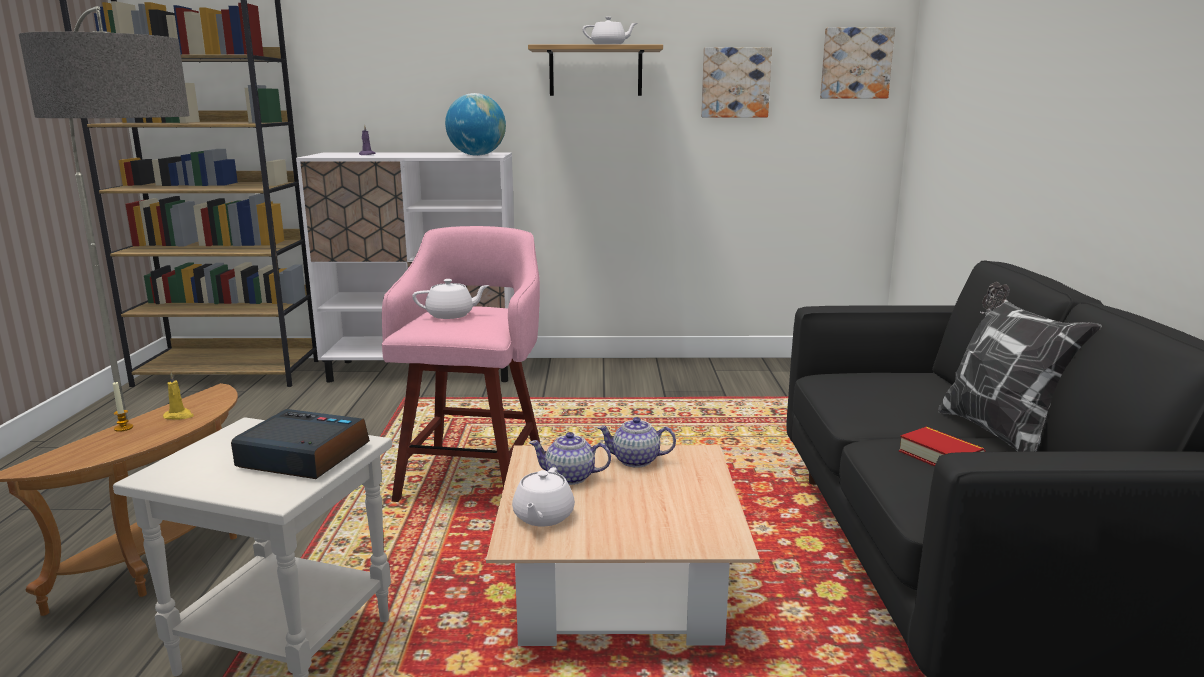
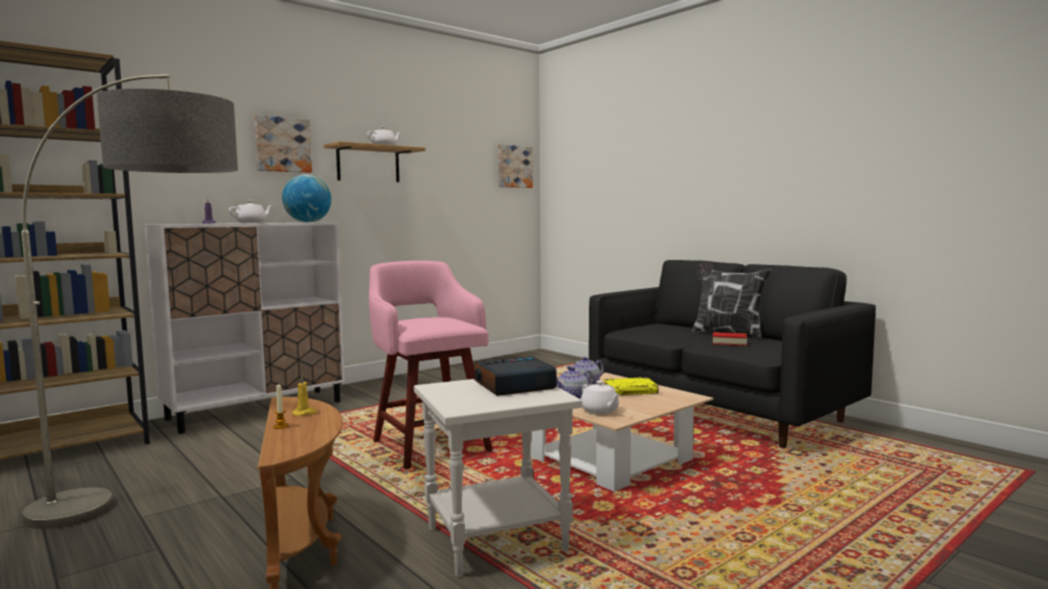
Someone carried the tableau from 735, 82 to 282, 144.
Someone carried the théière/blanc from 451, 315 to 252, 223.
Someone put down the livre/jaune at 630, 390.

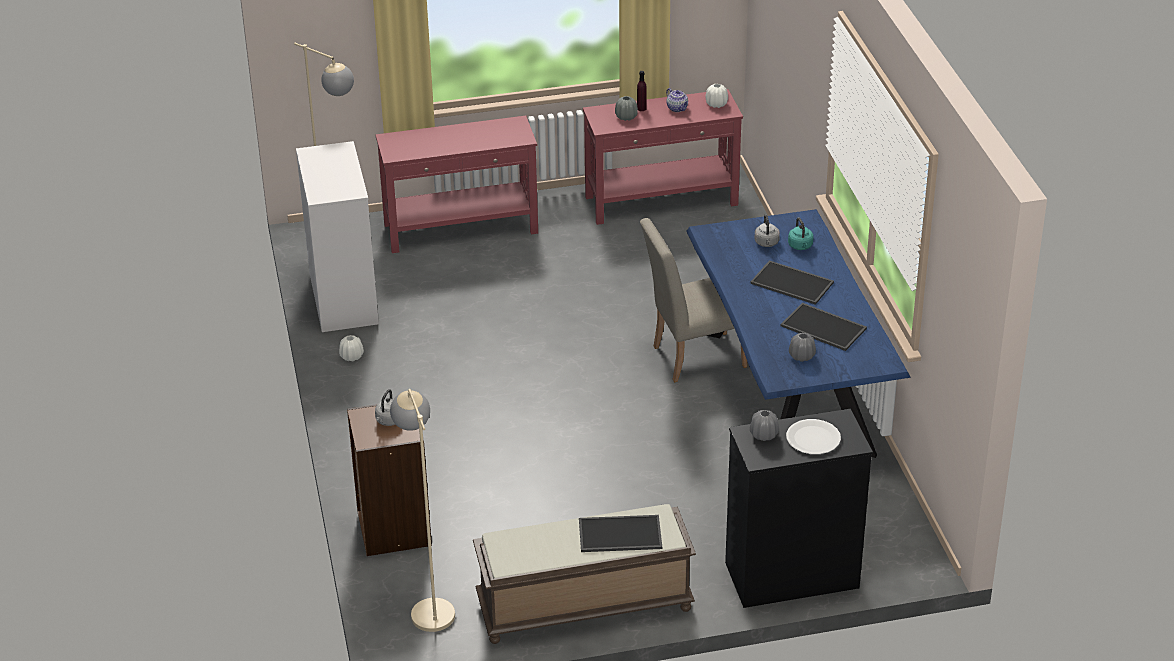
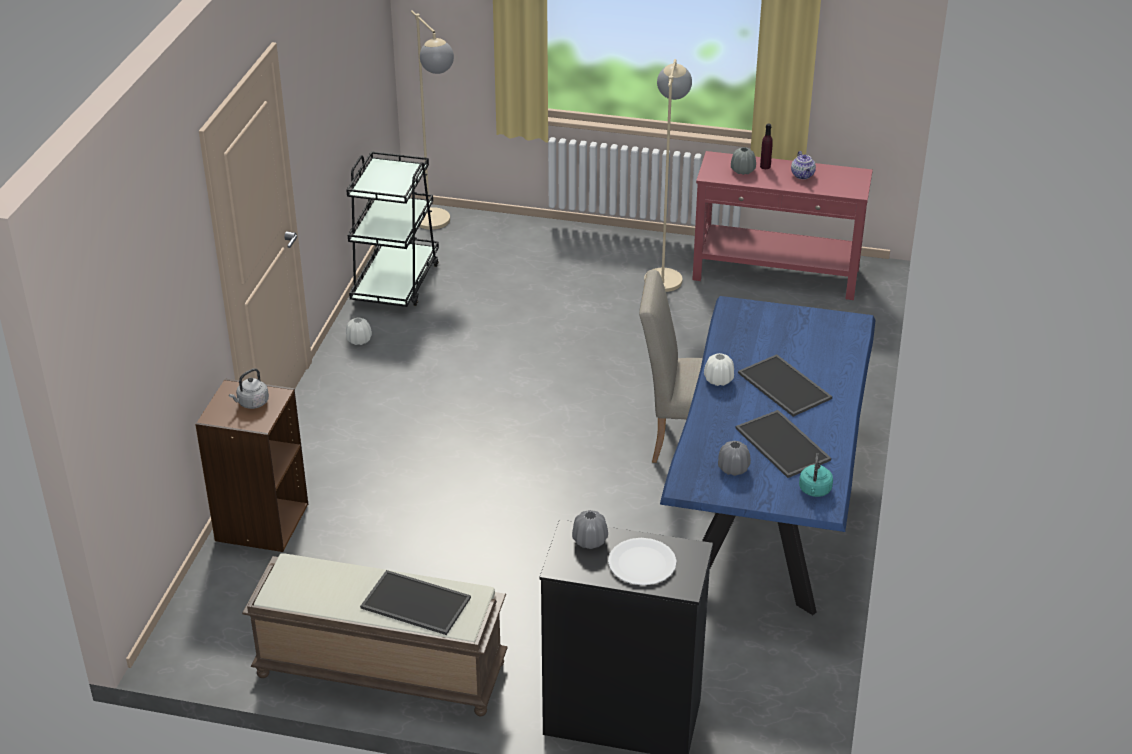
Someone carried the vase/blanc from 716, 104 to 718, 380.
Someone took away the table console/rouge at 462, 229.
Someone swapped the commode/blanc at 343, 298 for the chariot/noir at 396, 283.
Someone took away the bouilloire/gris at 766, 243.
Someone carried the bouilloire/turquoise from 800, 246 to 814, 491.
Someone carried the lampadaire/beige from 429, 605 to 664, 273.

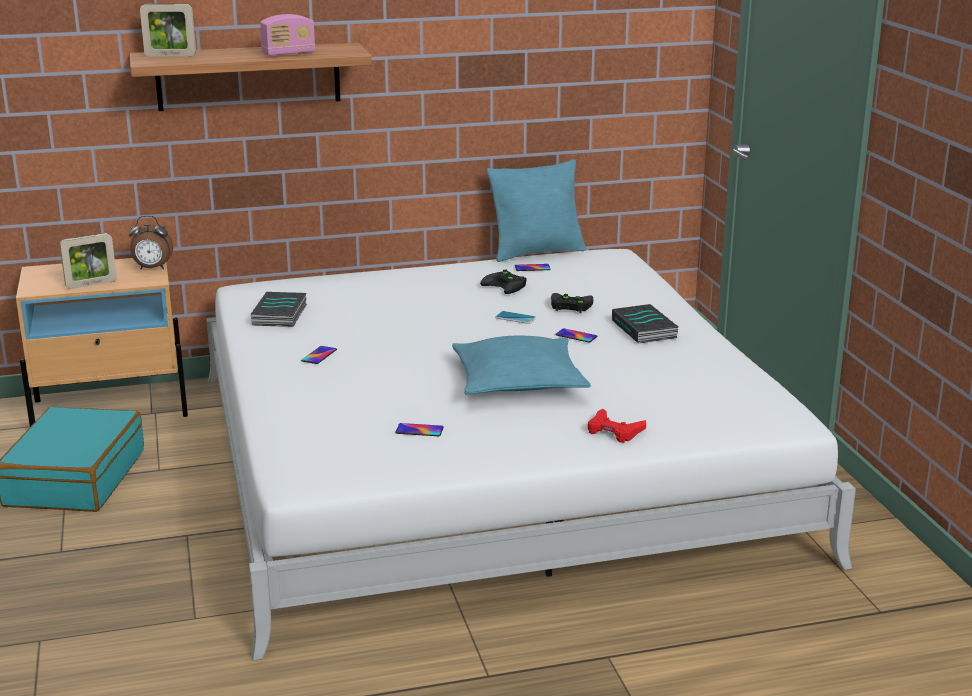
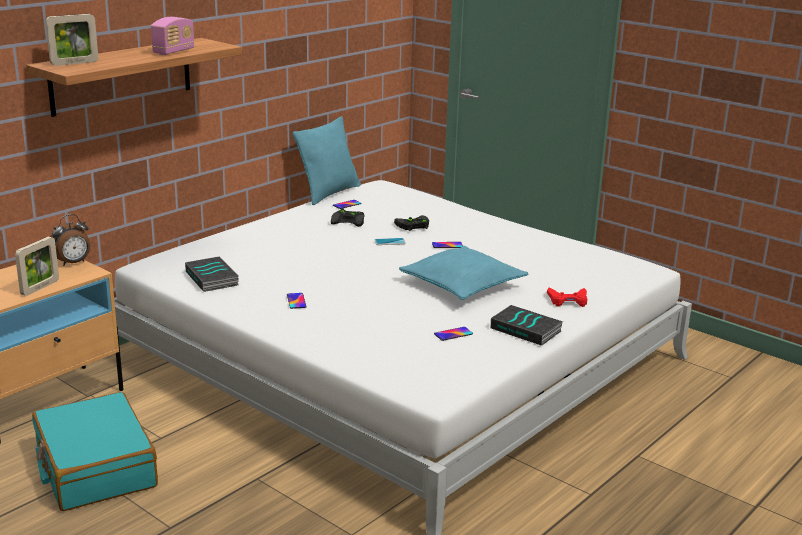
Someone carried the livre from 645, 329 to 527, 330.

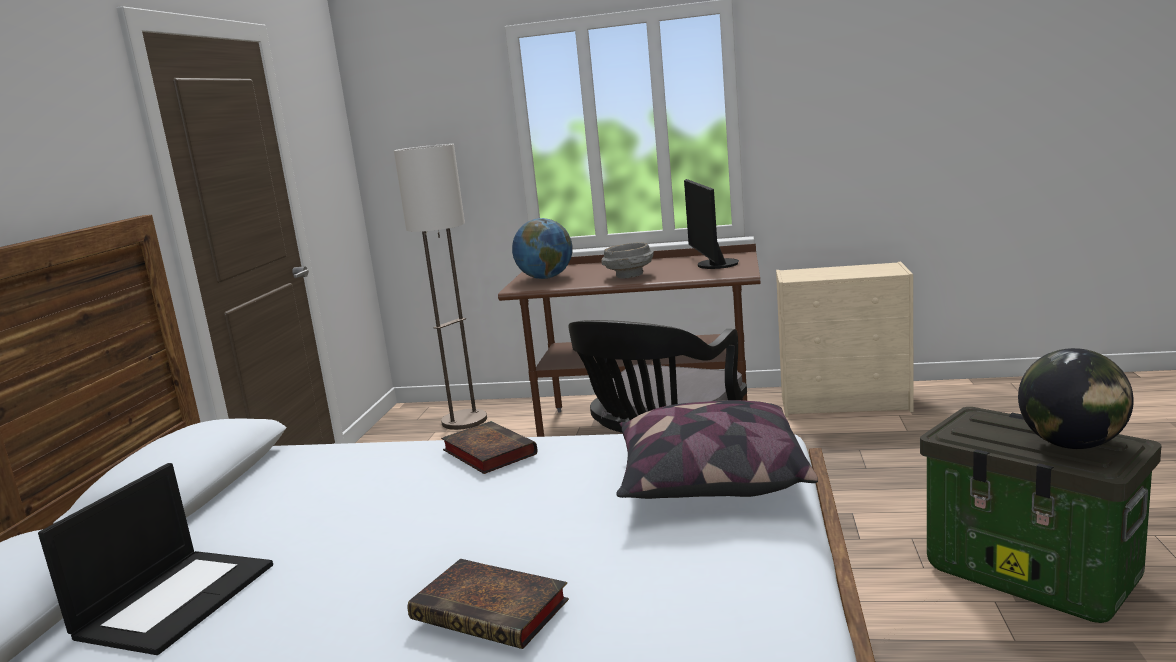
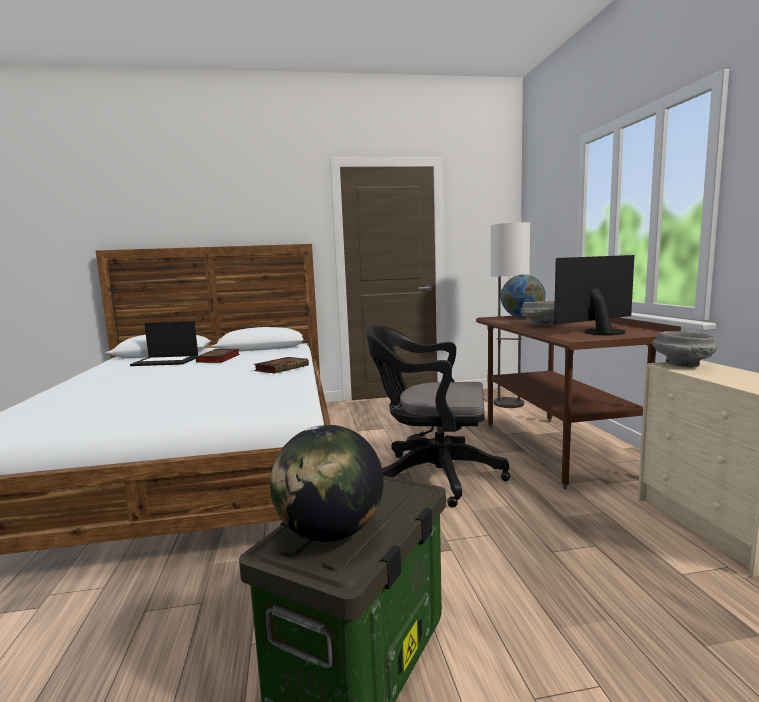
Someone took away the coussin at 709, 481.
Someone carried the livre from 494, 610 to 218, 359.
Someone put down the bol/gris at 681, 365.

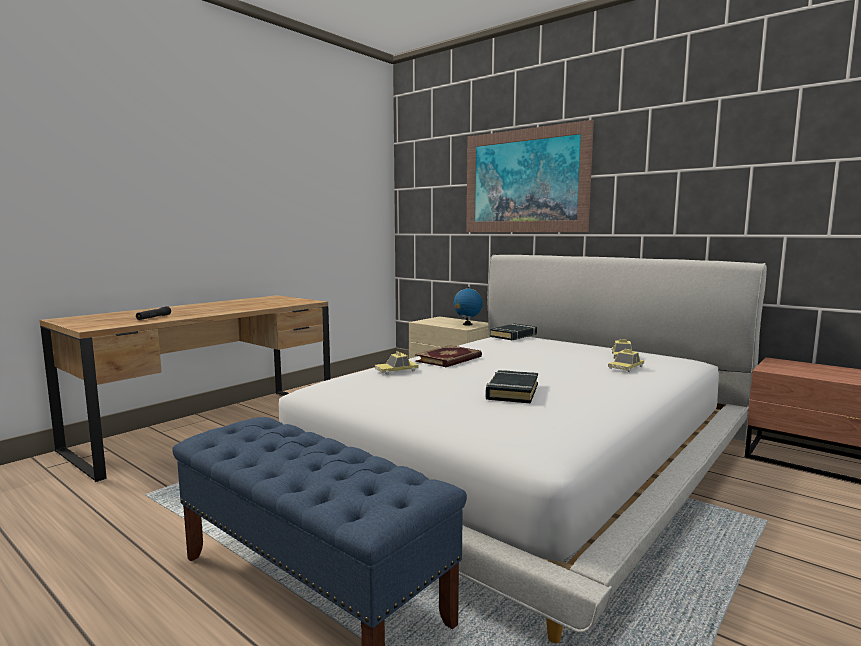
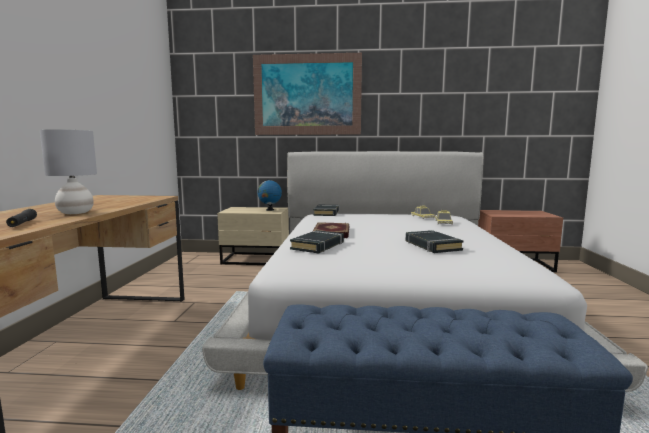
Someone swapped the petite voiture at 396, 370 for the livre/noir at 318, 246.
Someone put down the lampe de table/gris at 76, 212.

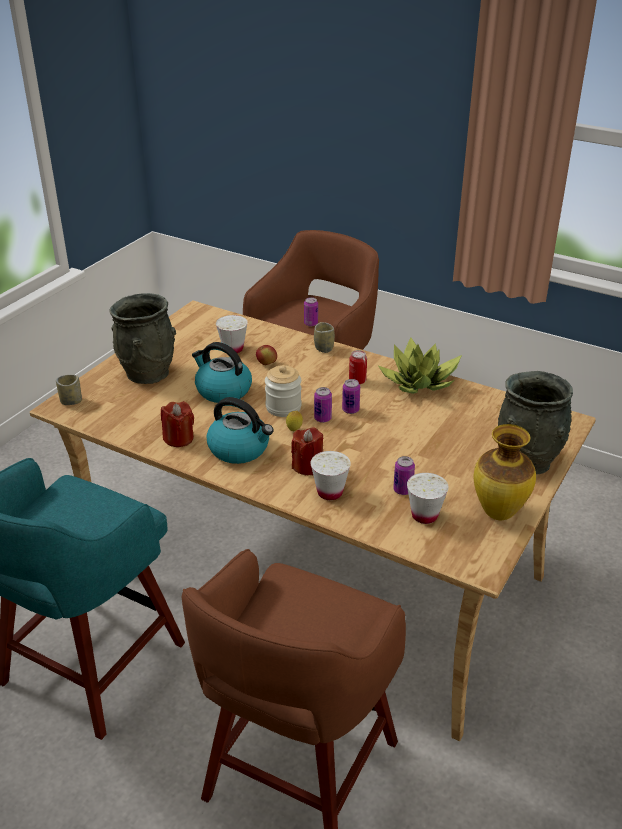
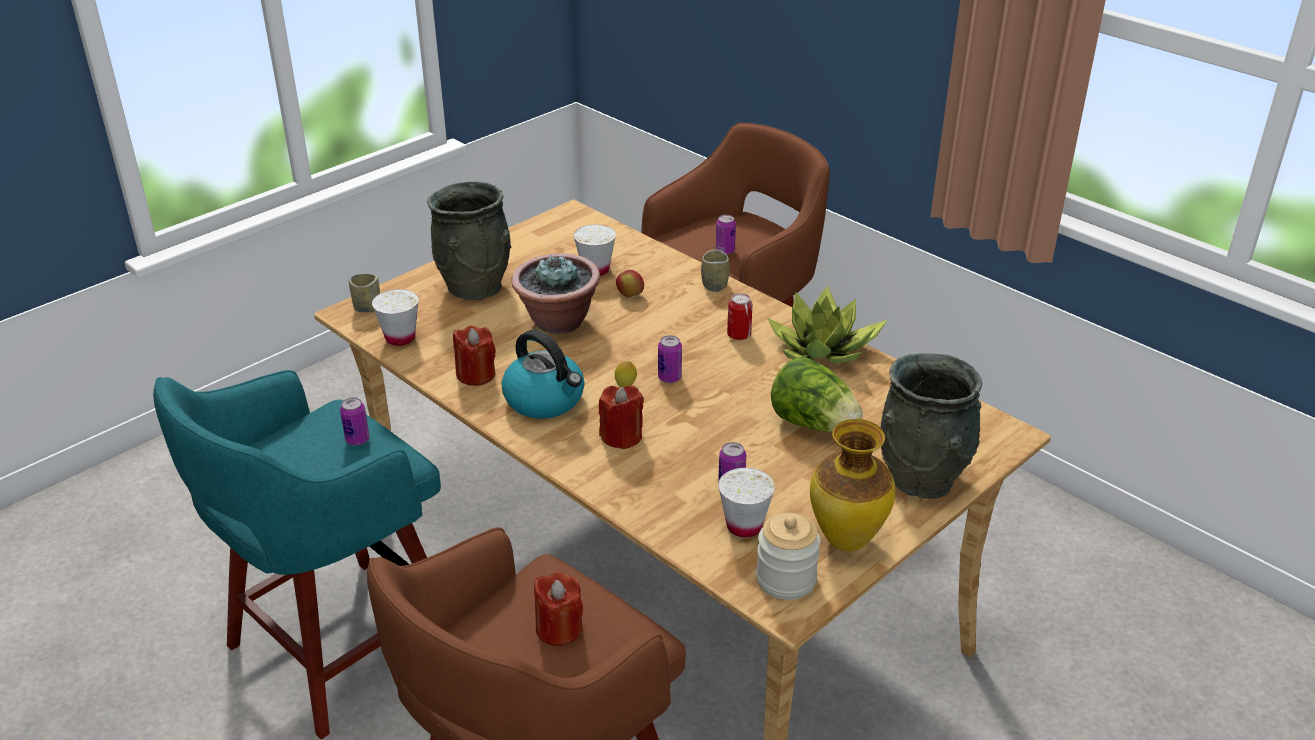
Someone swapped the bouilloire at 222, 390 for the plante en pot at 558, 322.
Someone carried the bocal from 283, 407 to 786, 579.
Someone carried the boîte métallique from 350, 410 to 357, 439.
Someone carried the tasse/blanc from 330, 492 to 400, 338.
Someone put down the laitue at 814, 424.
Someone put down the bougie/rouge at 559, 629.

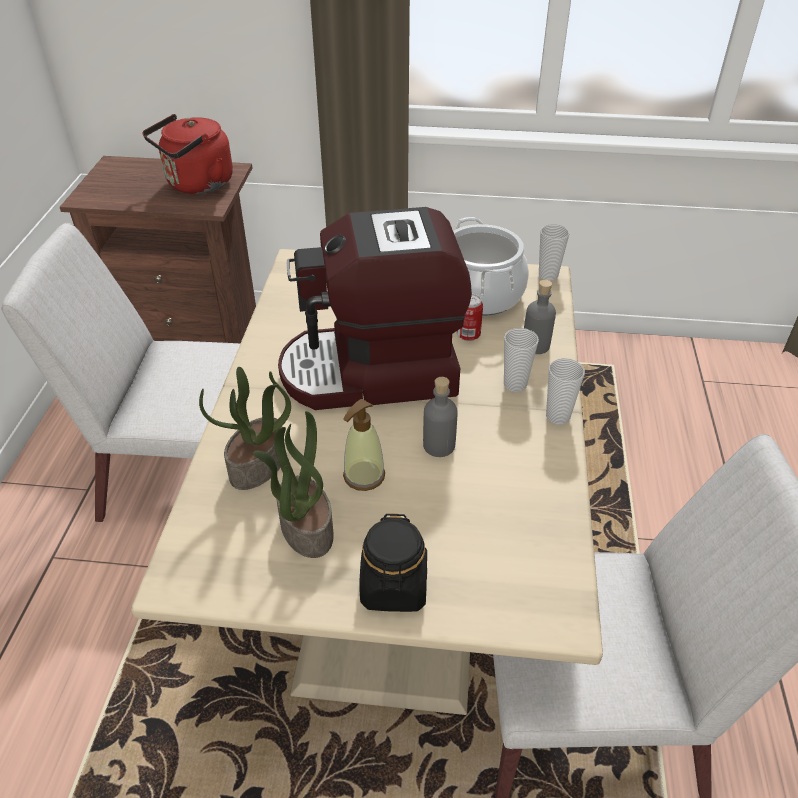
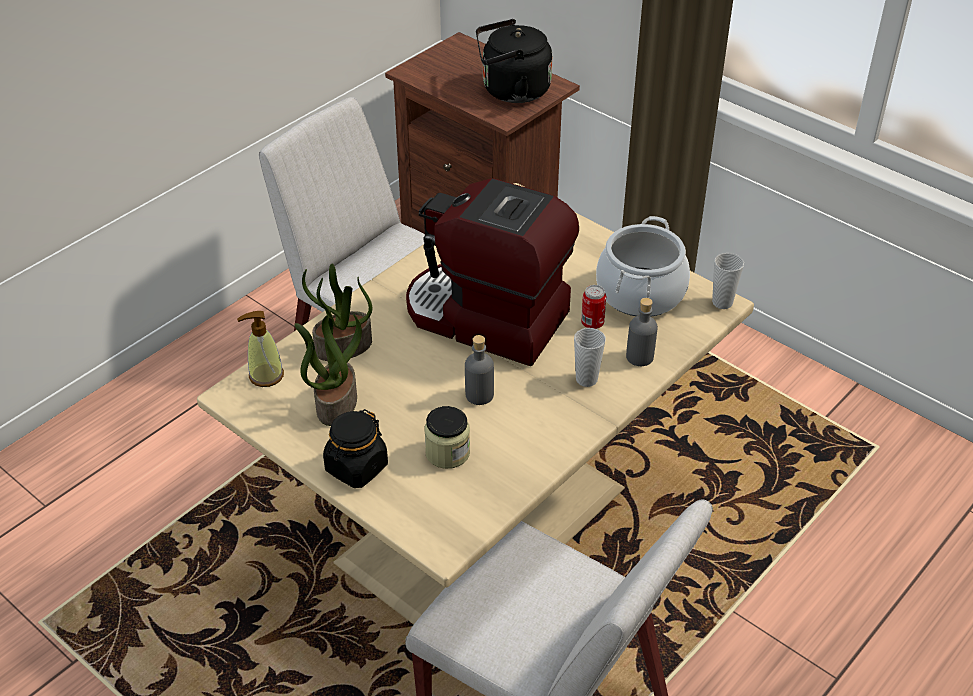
Someone repainted the bouilloire/rouge at 197, 185, which became the bouilloire/noir at 511, 91.
Someone took away the tasse at 557, 416.
Someone carried the distributeur de savon from 363, 476 to 266, 375.
Someone put down the bocal at 447, 453.

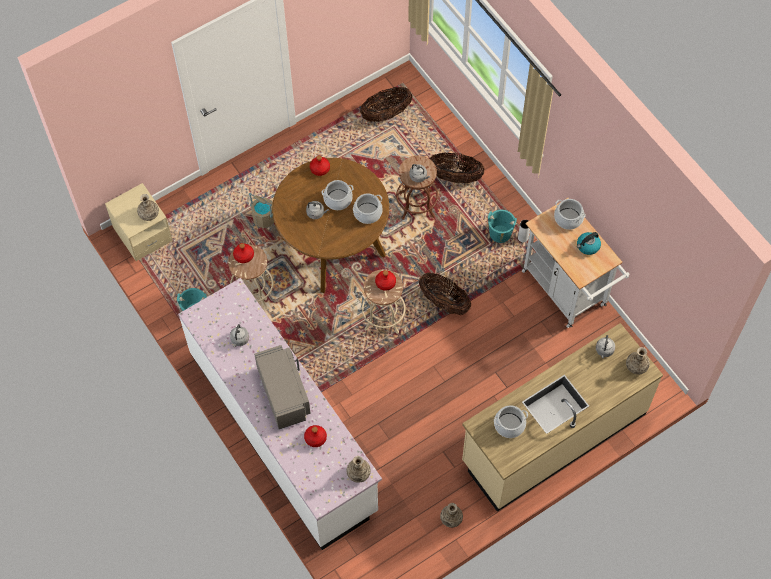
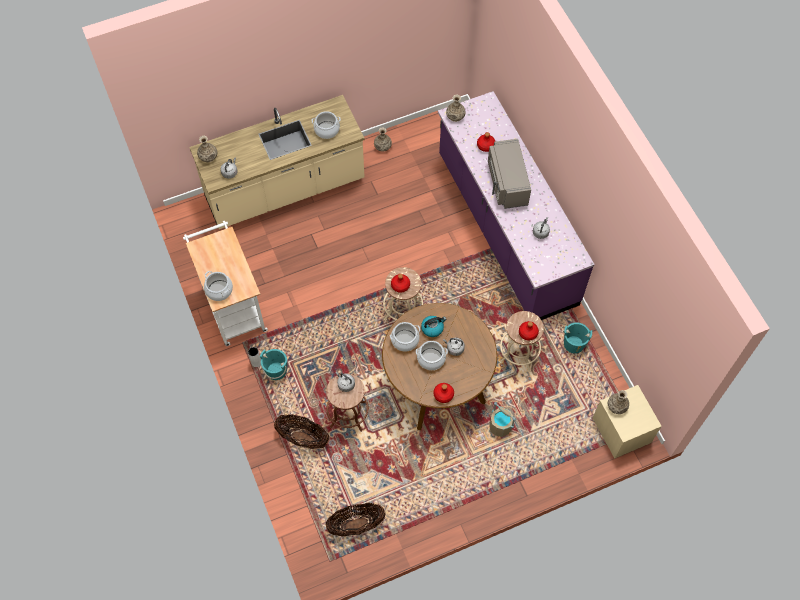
Someone carried the bouilloire from 587, 246 to 432, 328.
Someone took away the panier at 444, 302.
Someone repainted the comptoir de cuisine/blanc at 284, 432, which became the comptoir de cuisine/violet at 505, 229.

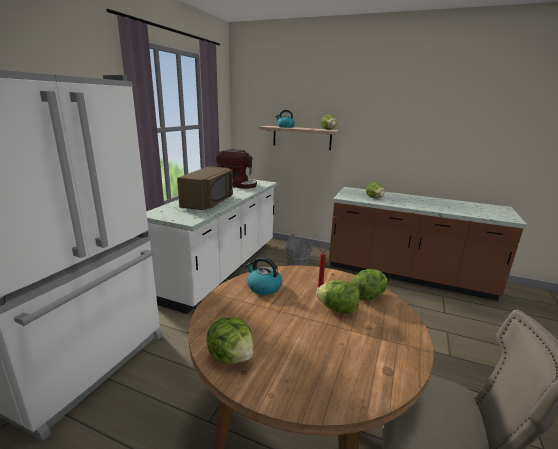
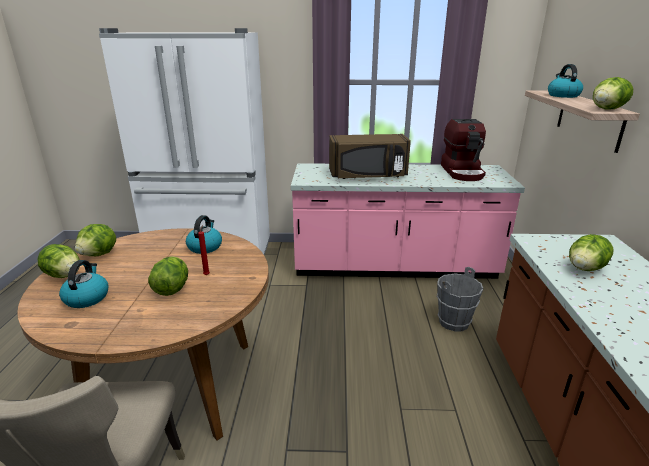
Someone repainted the comptoir de cuisine/blanc at 222, 269, which became the comptoir de cuisine/rose at 394, 267.
Someone carried the laitue from 368, 296 to 64, 275.
Someone put down the bouilloire at 87, 297.

